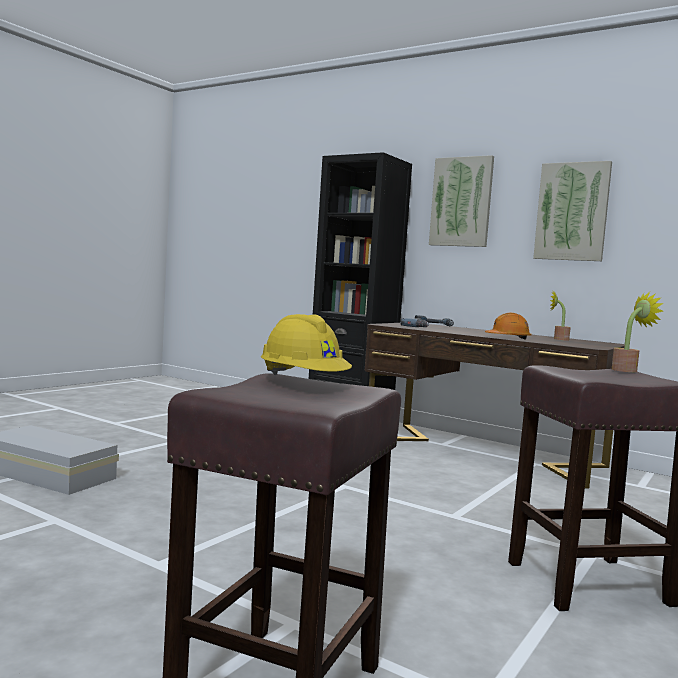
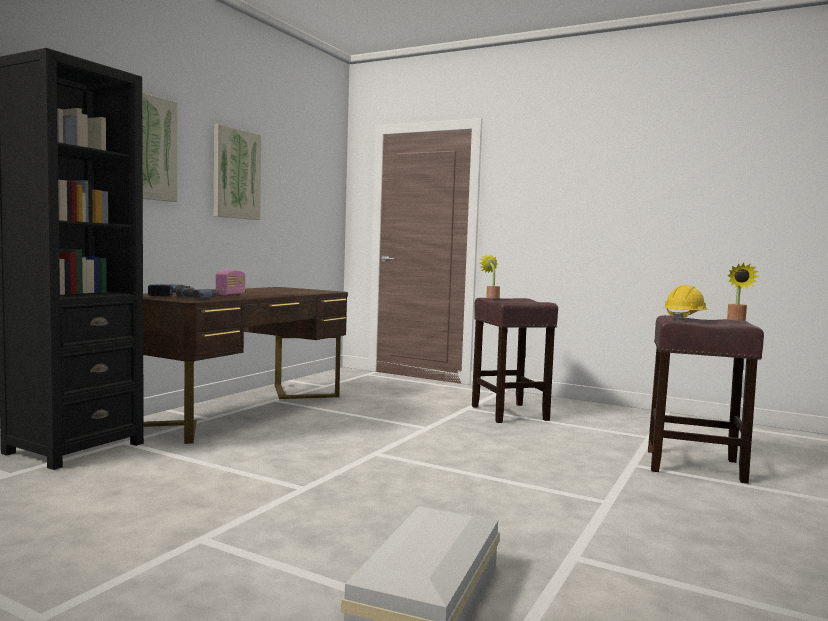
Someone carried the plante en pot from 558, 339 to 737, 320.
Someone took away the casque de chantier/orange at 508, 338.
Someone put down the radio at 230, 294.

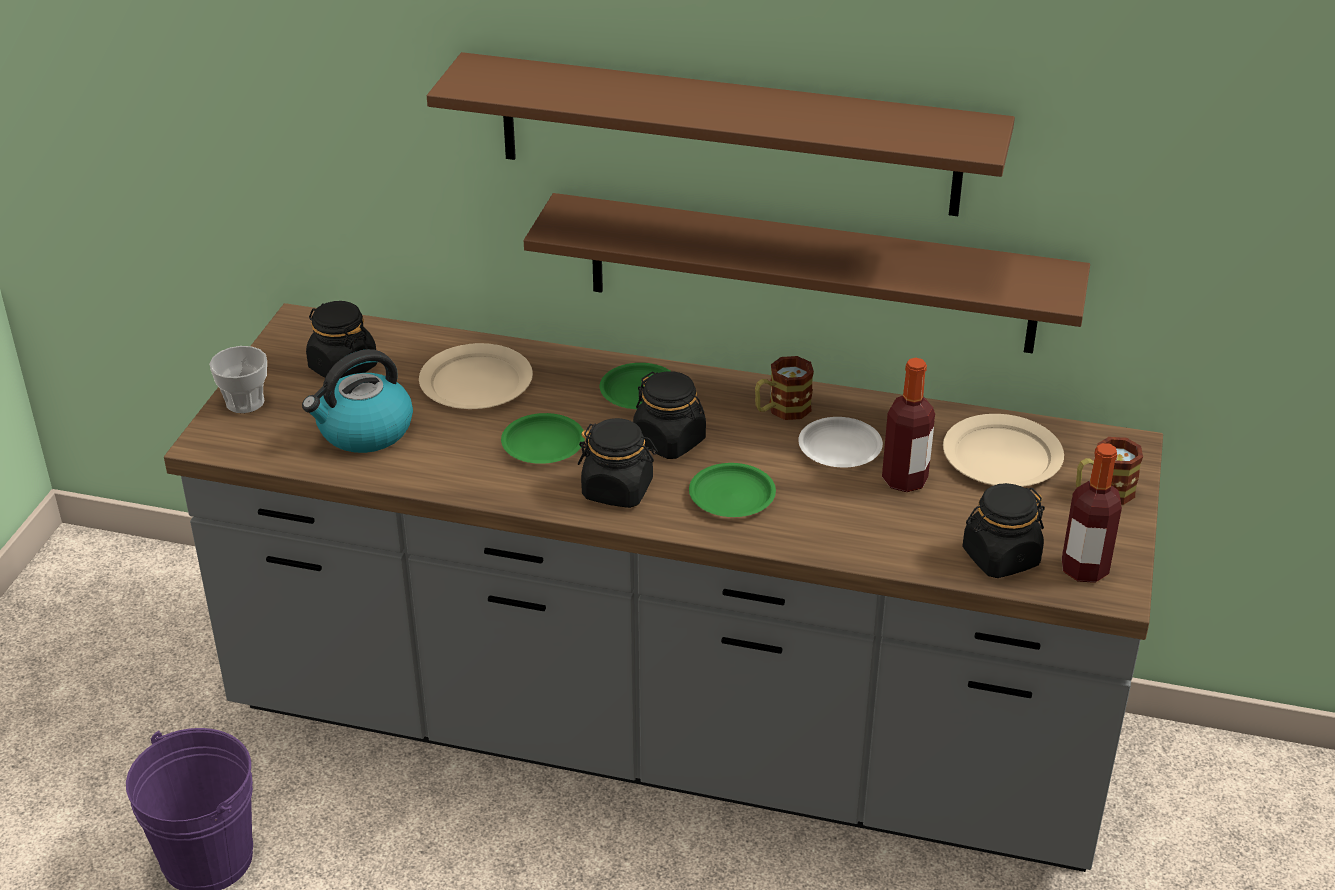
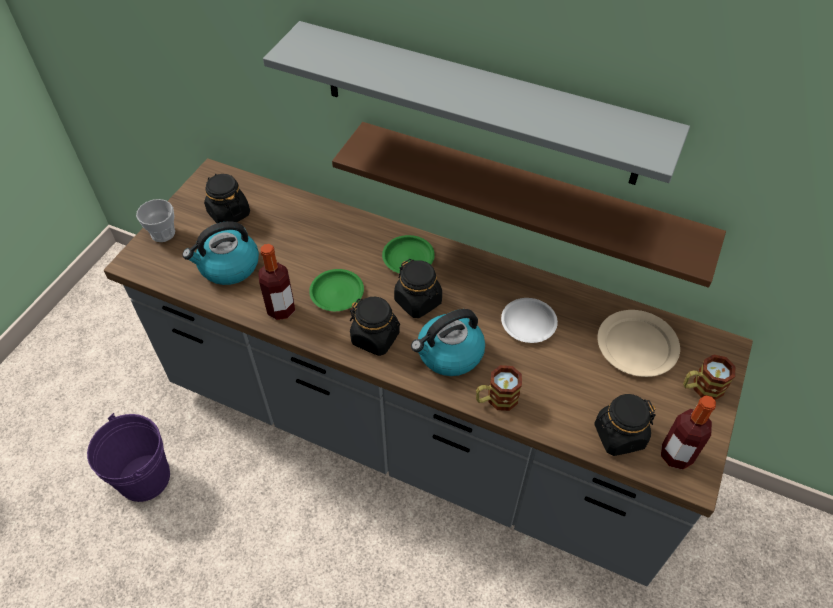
Someone repainted the étagère/marron at 728, 134, which became the étagère/gris at 478, 104.
Someone took away the assiette/beige at 476, 381.
Someone carried the mug from 781, 410 to 496, 399.
Someone carried the bouteille from 904, 480 to 281, 309.
Someone swapped the assiette/vert at 733, 496 for the bouilloire at 449, 354.

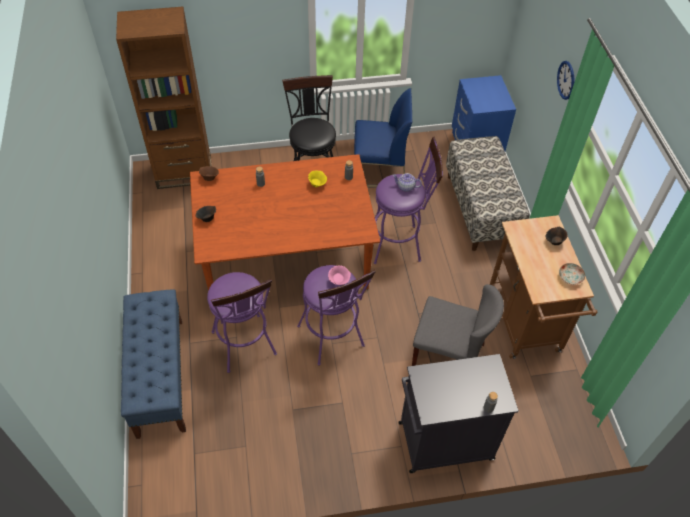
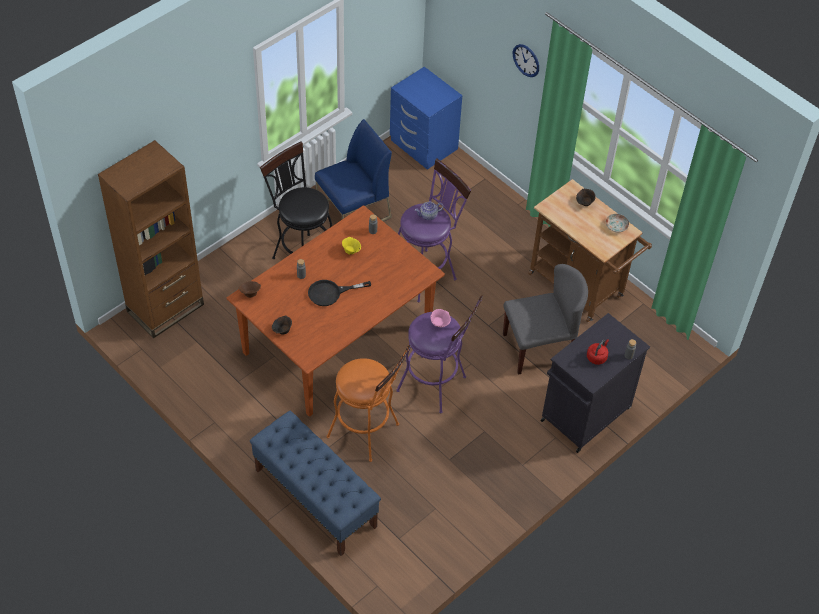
Someone took away the banc at 480, 209.
Someone repainted the tabouret/violet at 246, 347, which became the tabouret/orange at 368, 433.
Someone put down the poêle/noir at 330, 293.
Someone put down the bouilloire/rouge at 597, 357.

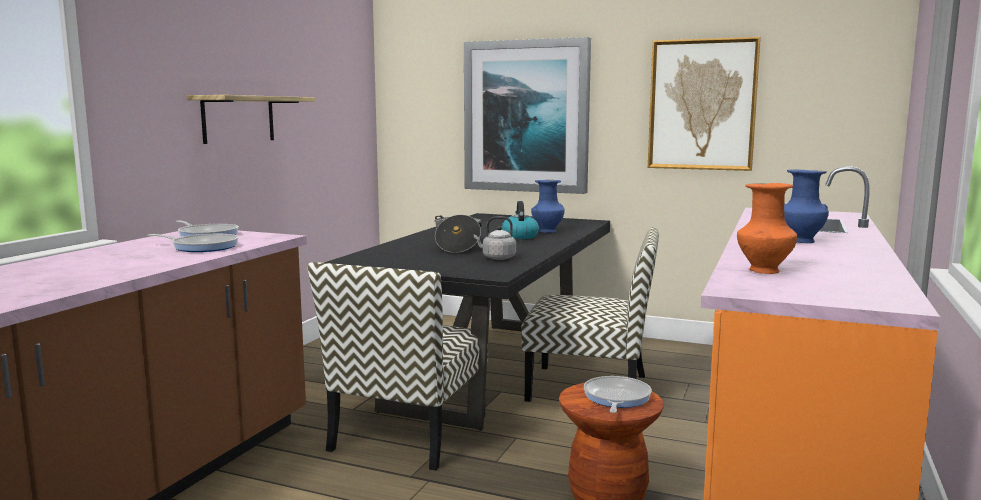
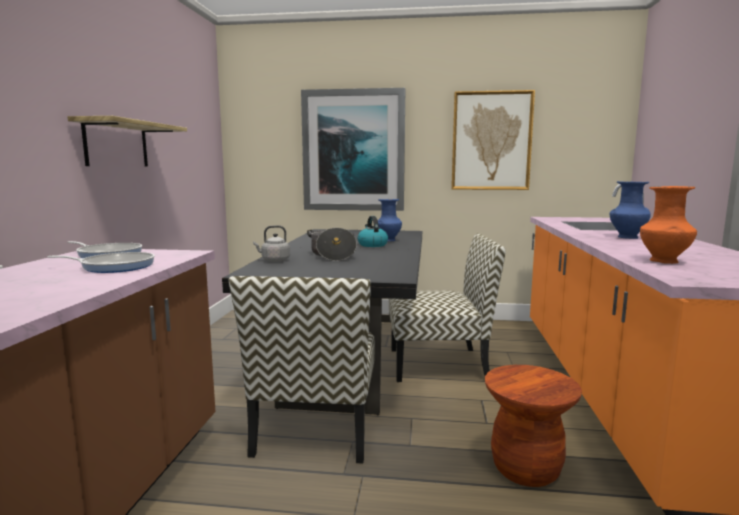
Someone carried the bouilloire/gris from 497, 258 to 274, 260.
Someone took away the poêle at 616, 398.

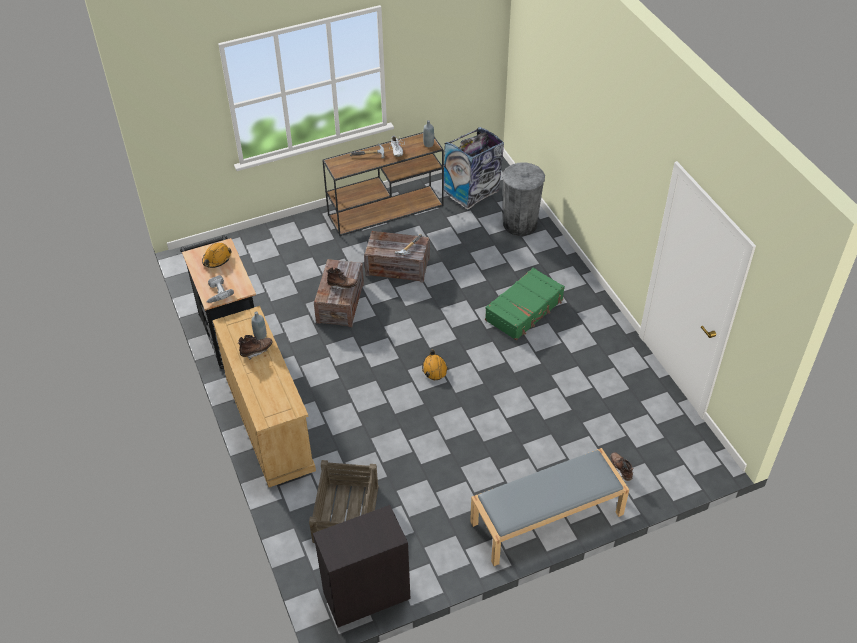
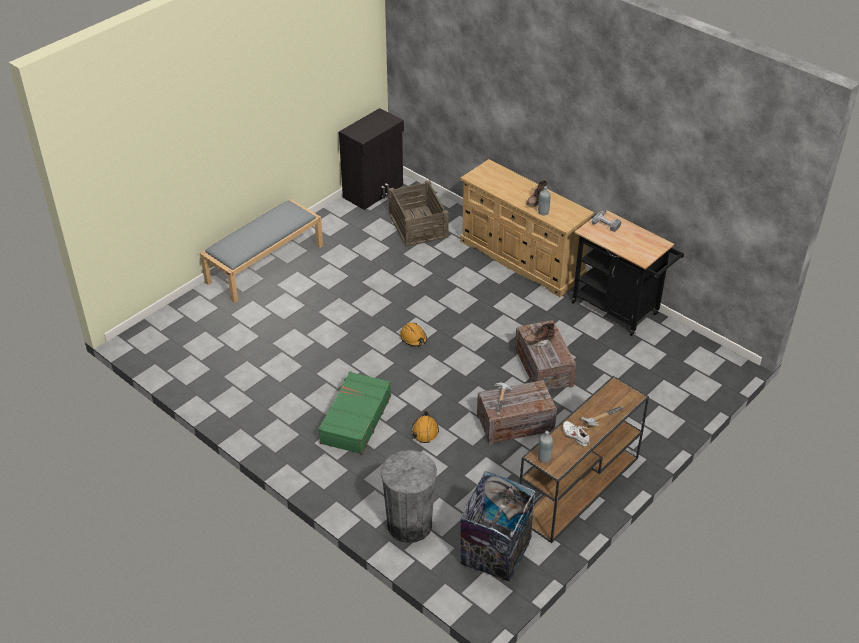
Someone carried the casque de chantier/orange from 216, 259 to 425, 431.
Someone took away the botte/marron at 620, 470.

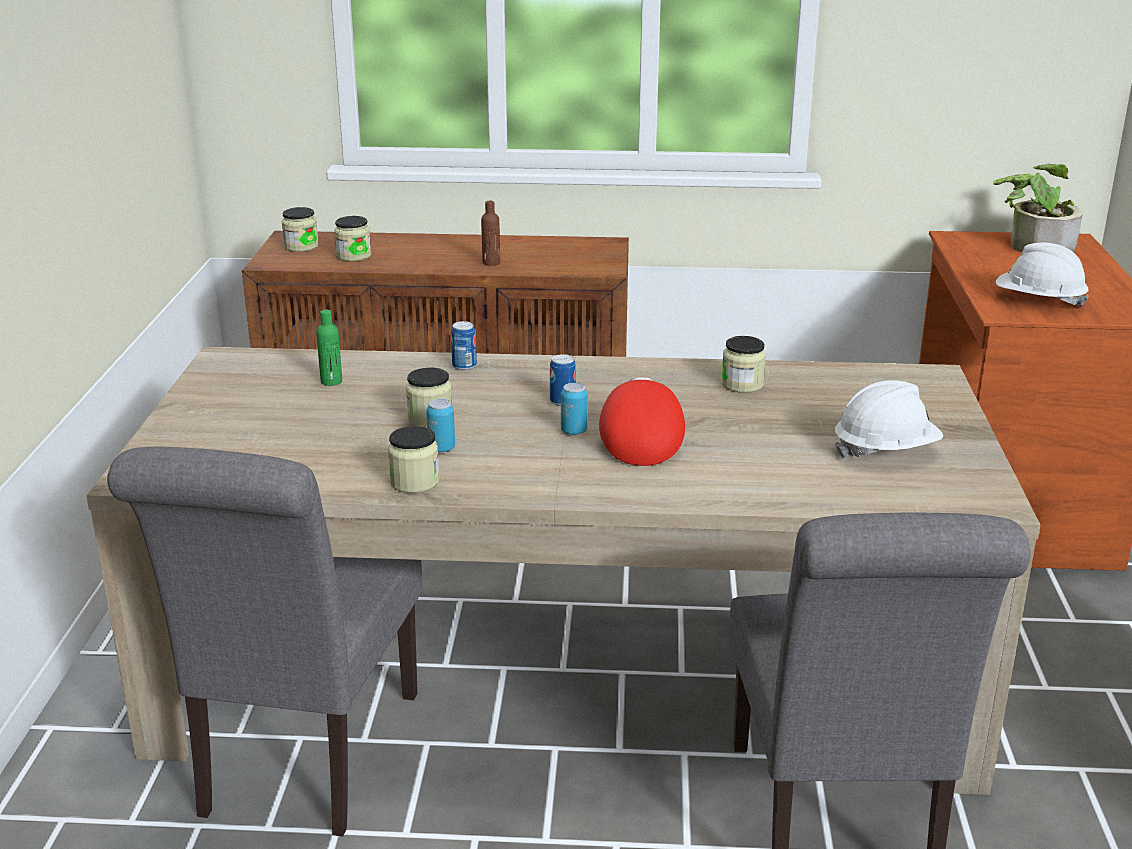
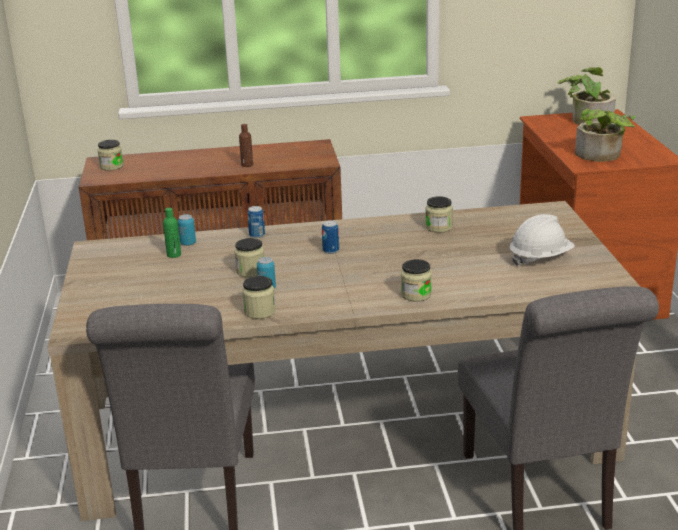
Someone carried the bocal from 353, 256 to 416, 294.
Someone swapped the casque de chantier/blanc at 1038, 302 for the plante en pot at 601, 156.
Someone took away the casquette/rouge at 639, 441.
Someone carried the boîte métallique from 573, 431 to 188, 243.

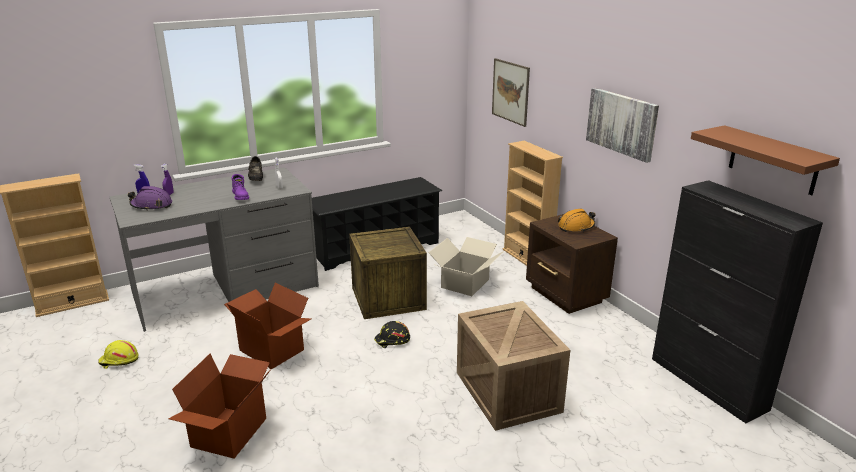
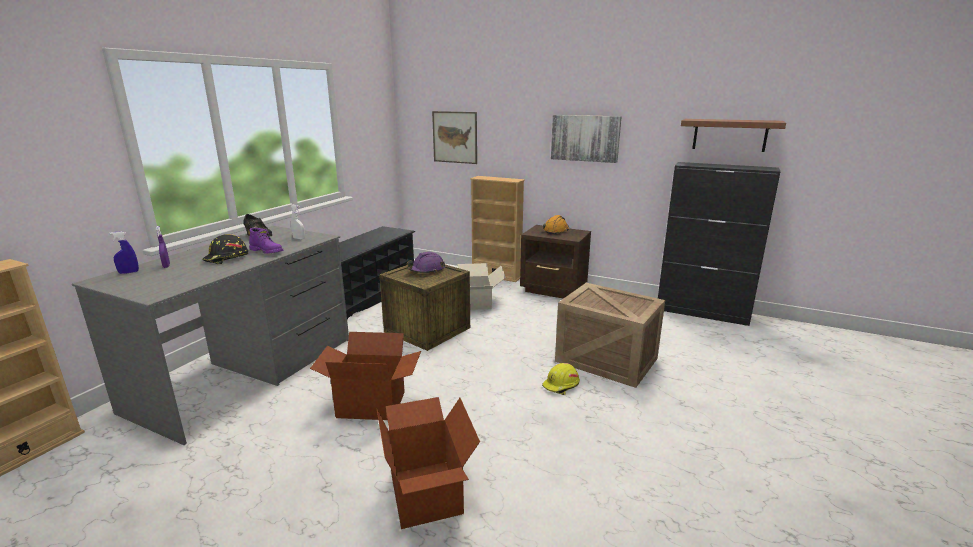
Someone carried the casque de chantier/violet from 151, 205 to 426, 270.
Someone carried the casque de chantier/noir from 392, 341 to 226, 258.
Someone carried the casque de chantier/jaune from 119, 361 to 561, 385.

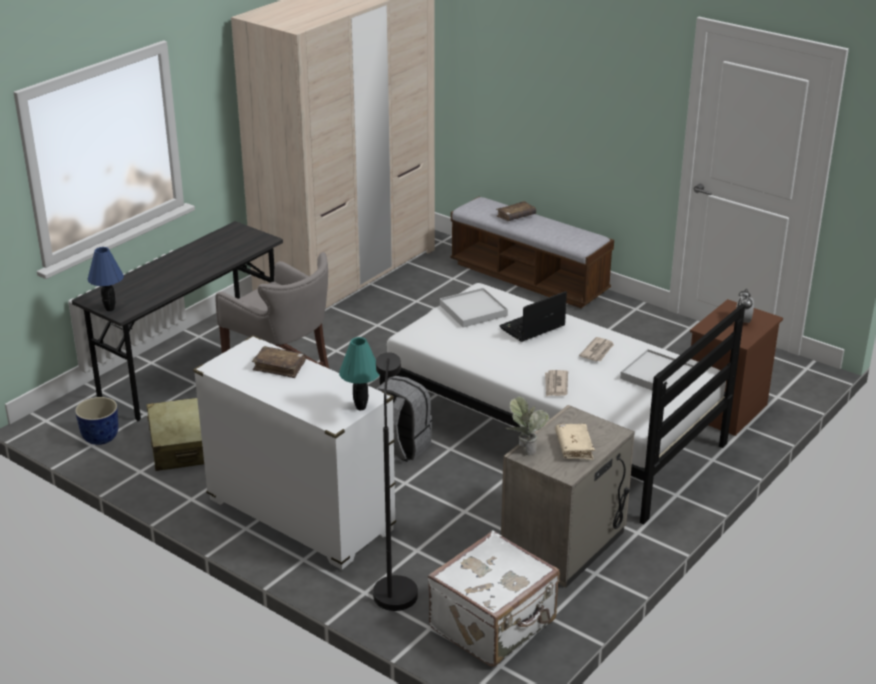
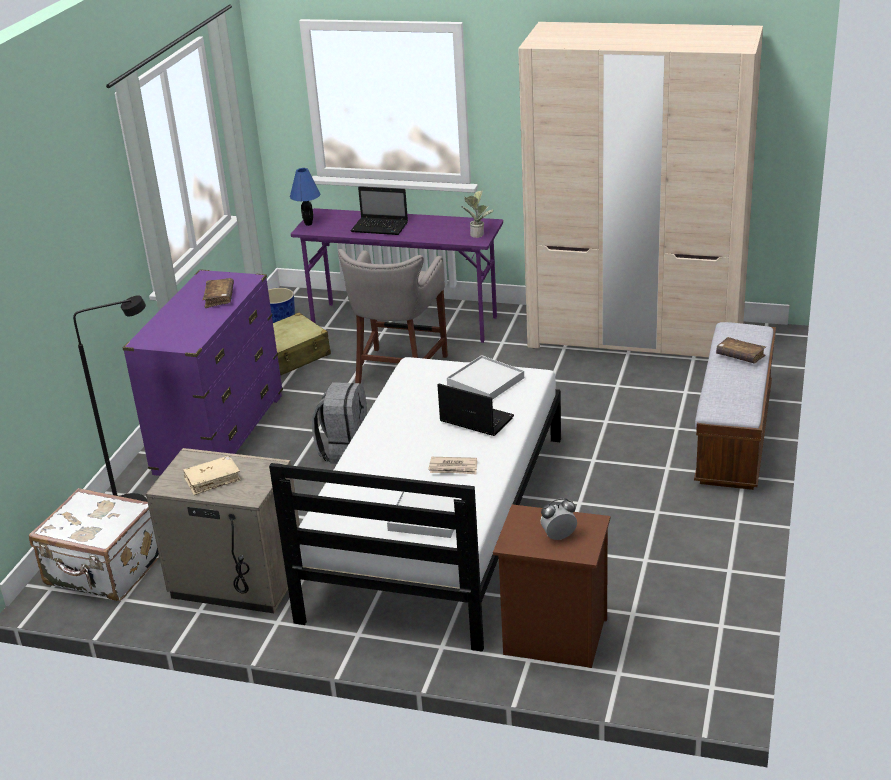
Someone repainted the bureau/gris at 191, 368, which became the bureau/violet at 405, 322.
Someone repainted the commode/blanc at 300, 515, which became the commode/violet at 220, 434.
Someone took away the lampe de table/turquoise at 360, 407.
Someone took away the journal at 555, 385.
Someone carried the plante en pot from 524, 448 to 478, 233.
Someone put down the ordinateur portable at 381, 227.

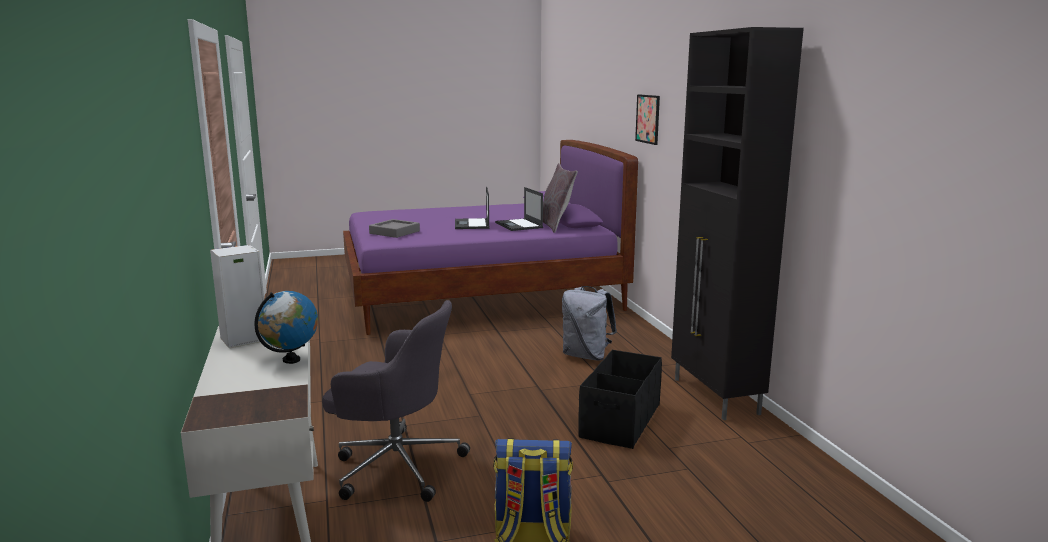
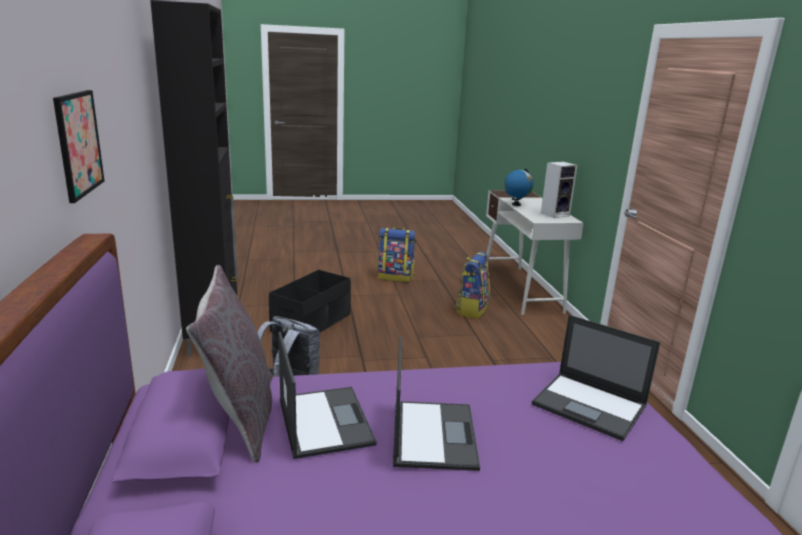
Someone swapped the plateau/gris at 394, 232 for the ordinateur portable at 590, 406.
Someone swapped the chaise de bureau/gris at 395, 466 for the sac à dos at 471, 310.

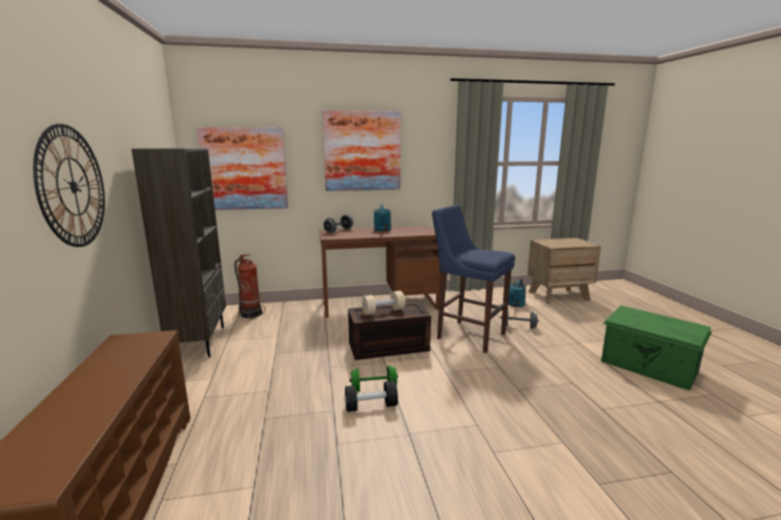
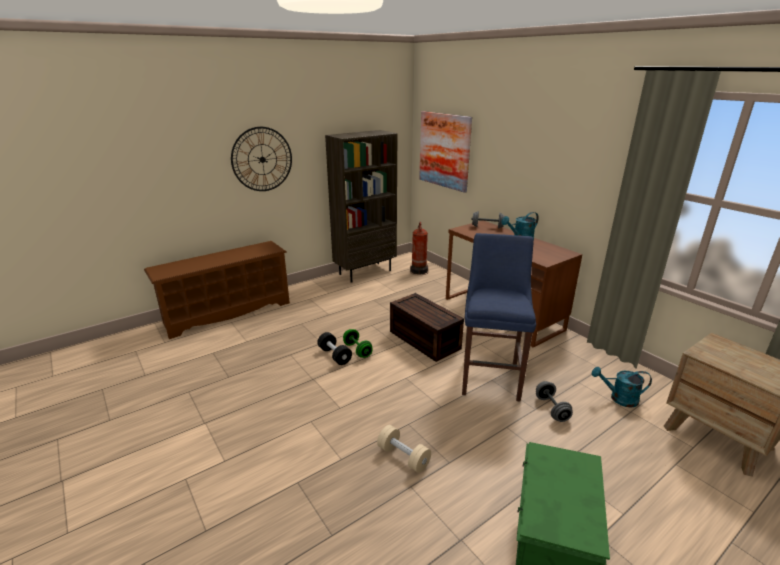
Someone took away the tableau at 362, 151.
Someone carried the haltère/beige from 383, 311 to 403, 457.

